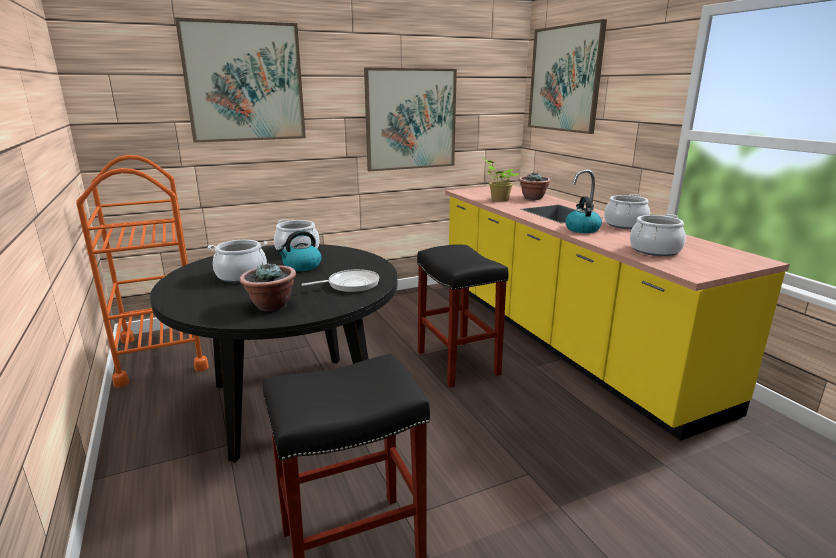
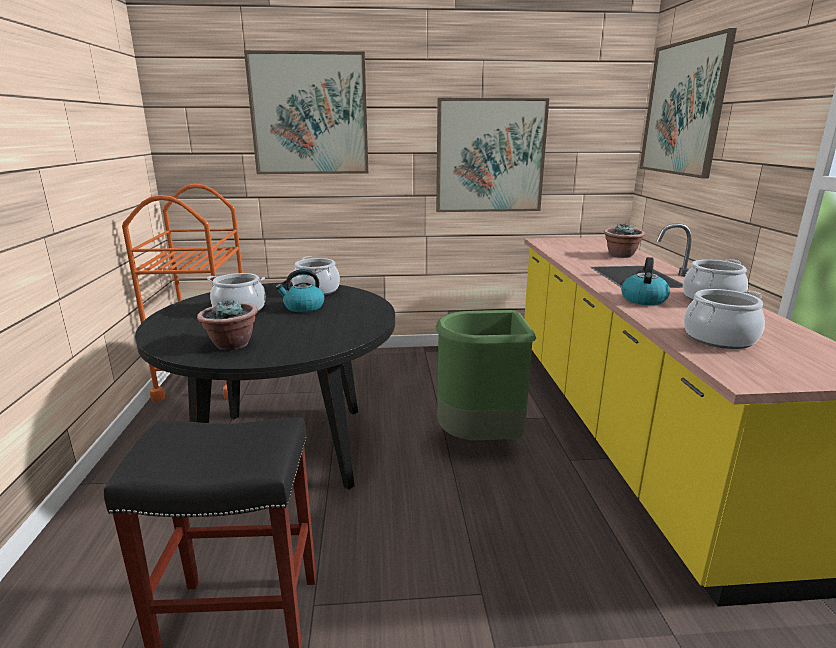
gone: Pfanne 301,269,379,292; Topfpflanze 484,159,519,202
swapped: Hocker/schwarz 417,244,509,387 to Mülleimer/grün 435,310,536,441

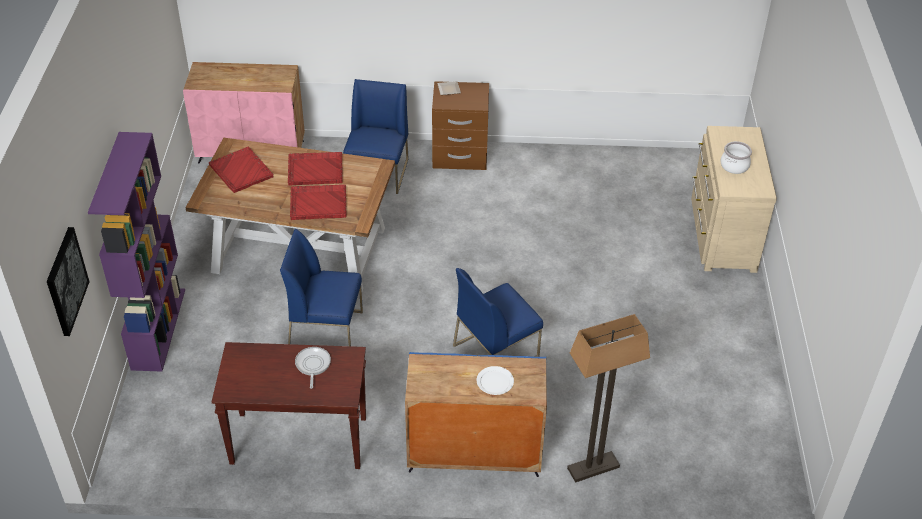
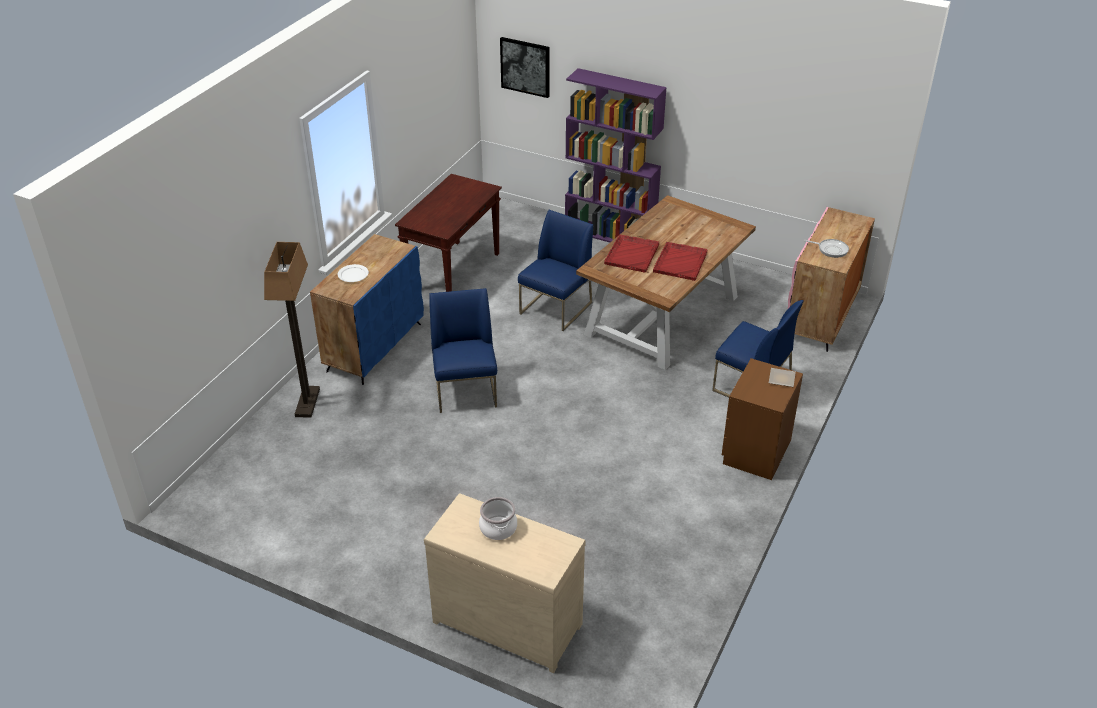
gone: Tablett/rot 209,147,274,193
shifted: Pfanne 295,347,331,389 to 803,239,849,258

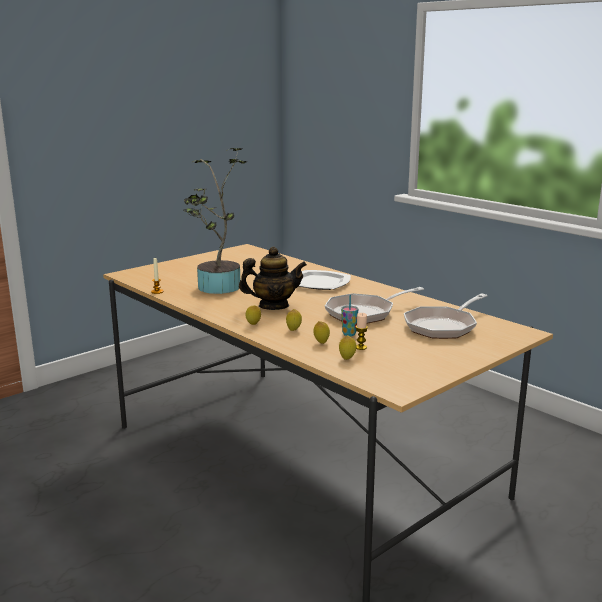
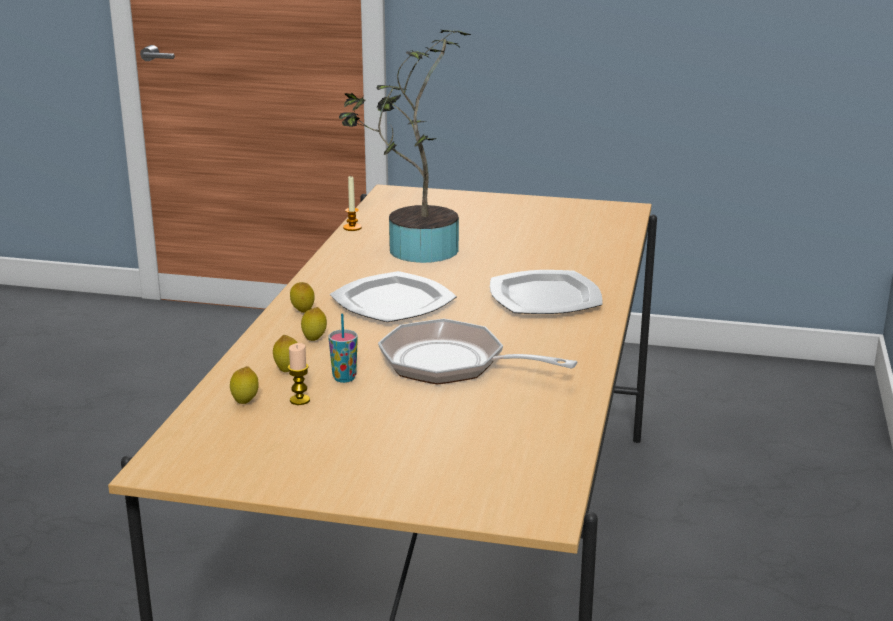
gone: Pfanne 404,294,488,339
swapped: Teekanne 239,247,307,310 to Teller 330,271,457,322

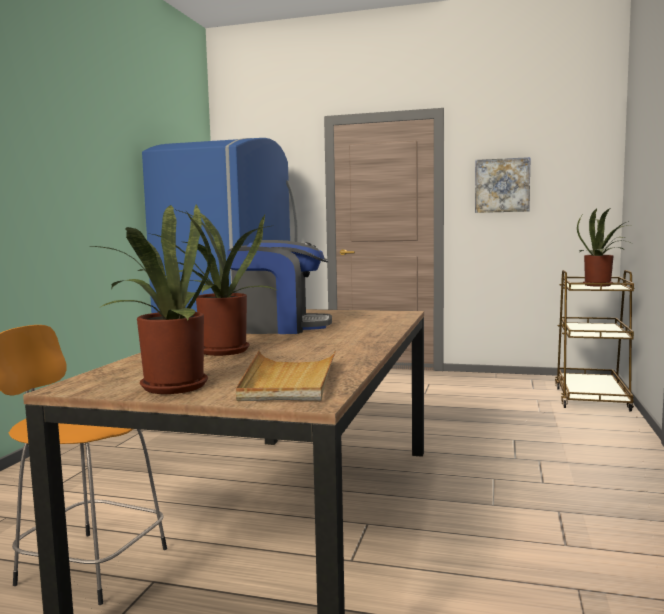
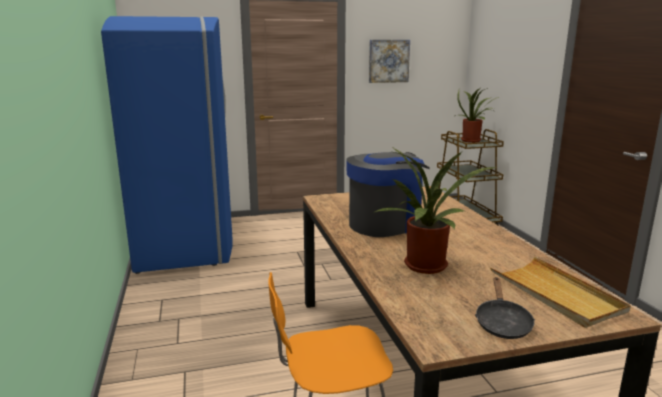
swapped: Topfpflanze 92,203,212,394 to Pfanne/schwarz 475,277,535,339

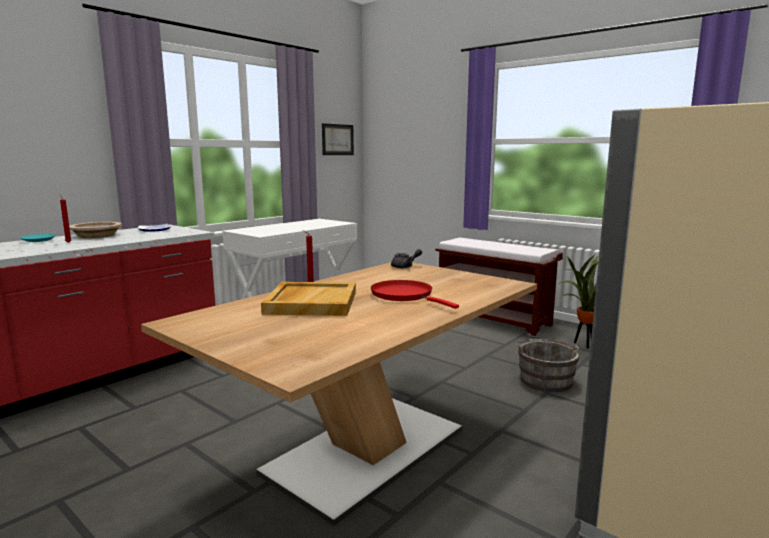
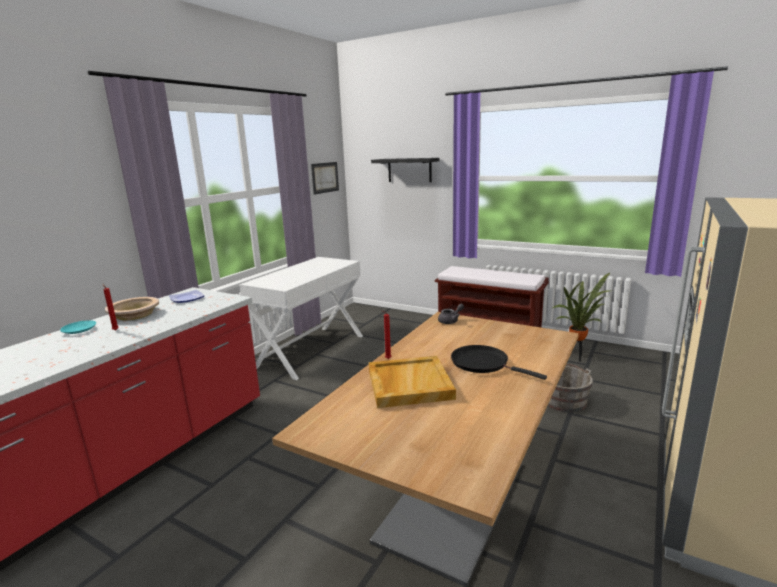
new: Wandregal/schwarz 371,158,439,182
repainted: Pfanne/rot 371,280,459,309 to Pfanne/schwarz 451,345,547,380

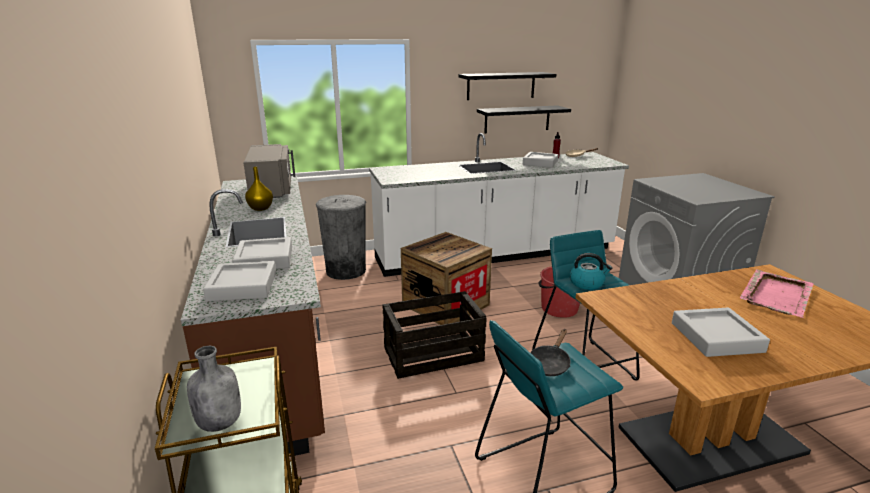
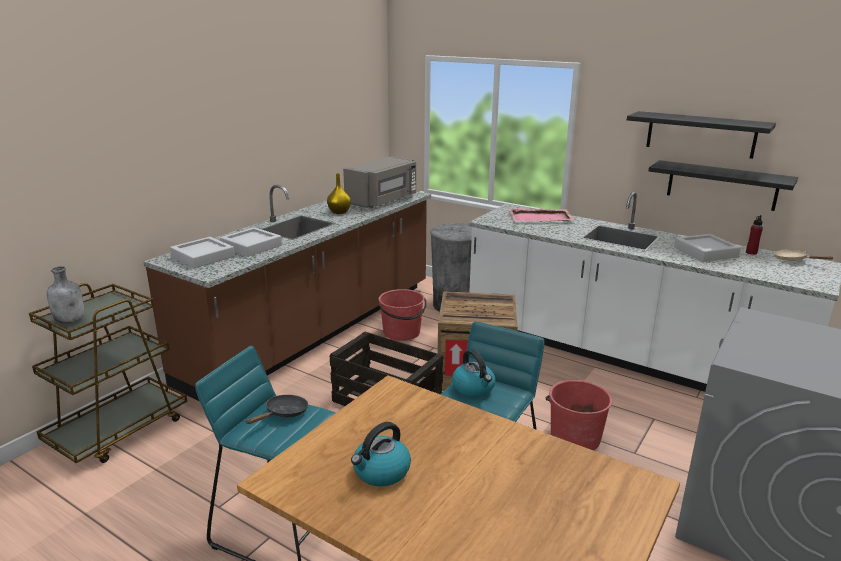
new: Eimer/rot 378,289,427,341
shifted: Tablett/rosa 740,269,814,318 to 509,208,574,222
swapped: Tablett/grau 672,308,770,357 to Wasserkessel 351,422,411,487
rotated: Pfanne/schwarz 530,329,571,376 = 246,395,308,424 135 degrees clockwise

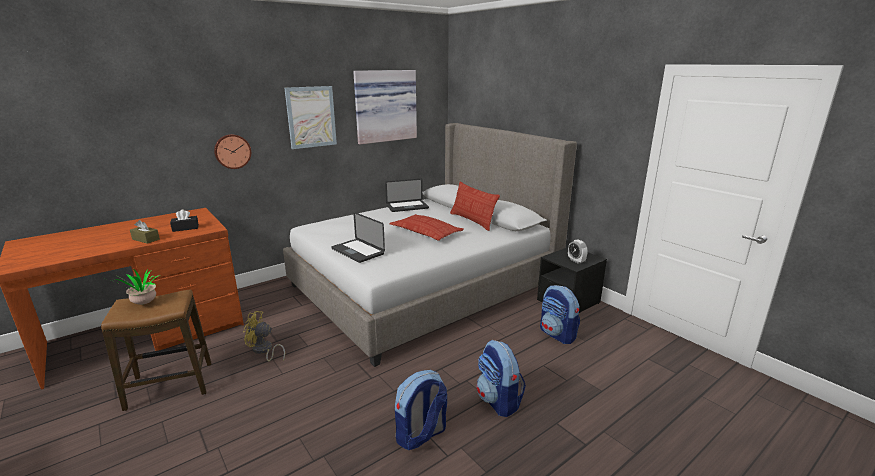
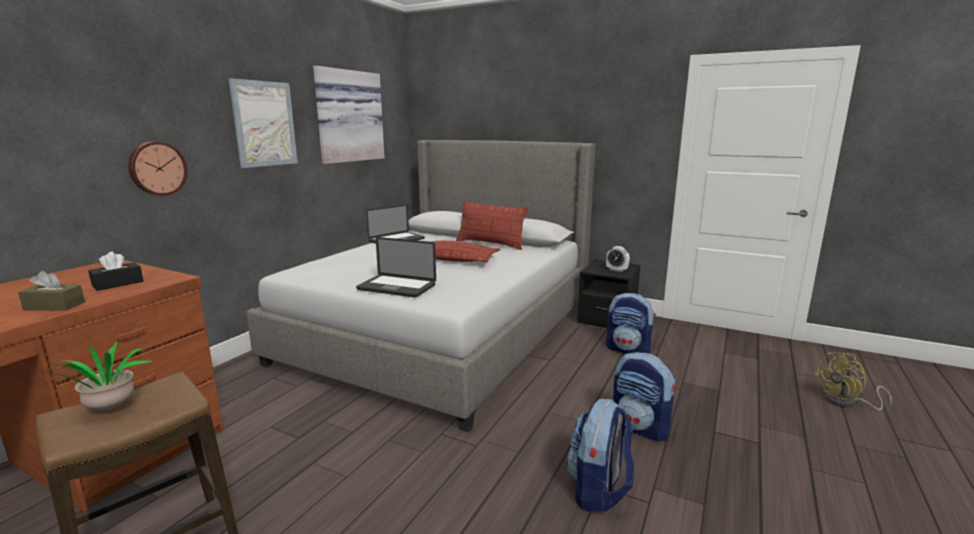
shifted: Ventilator/gelb 243,311,285,361 to 814,352,892,410

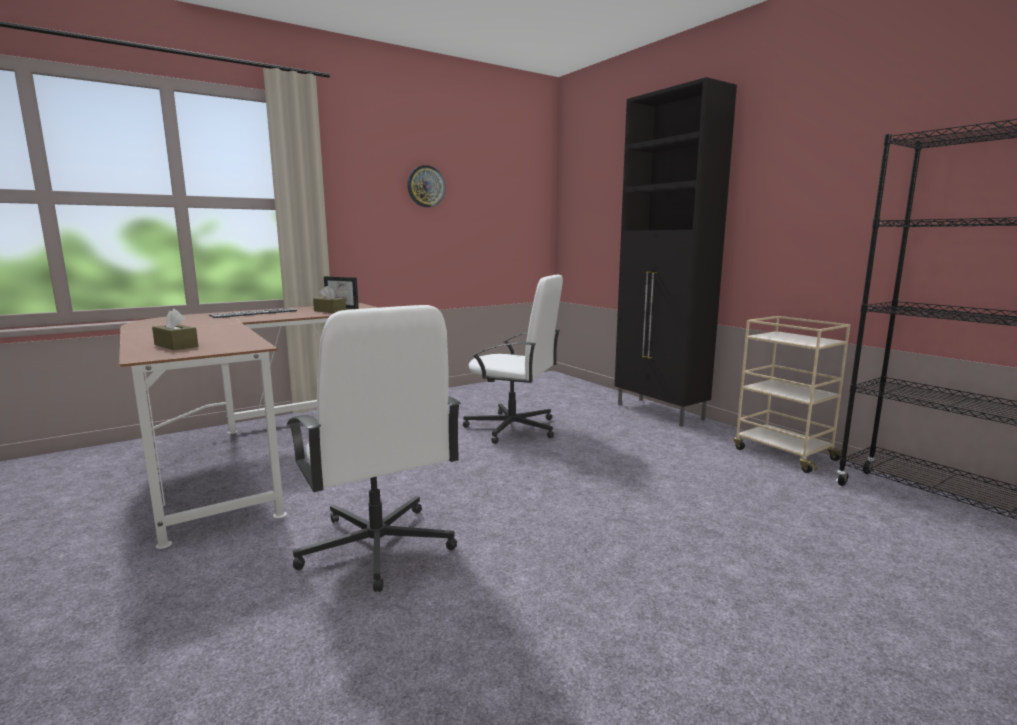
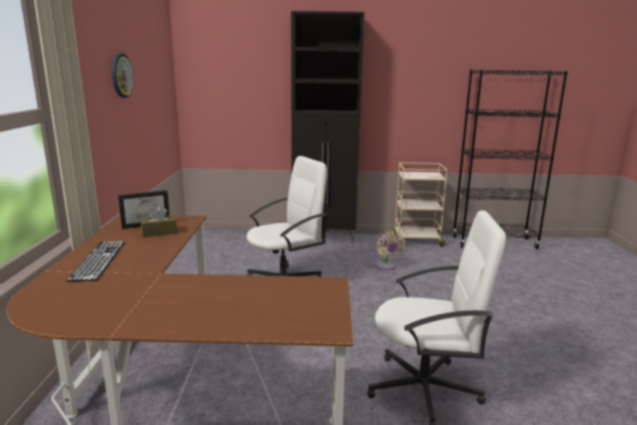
gone: Taschentuchbox/braun 152,308,198,350
new: Ventilator/beige 375,231,405,270

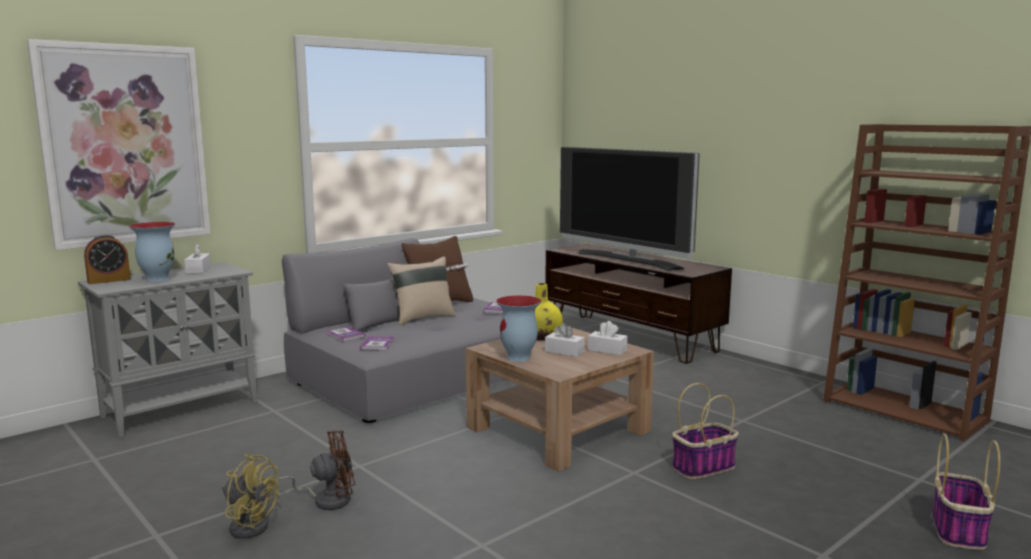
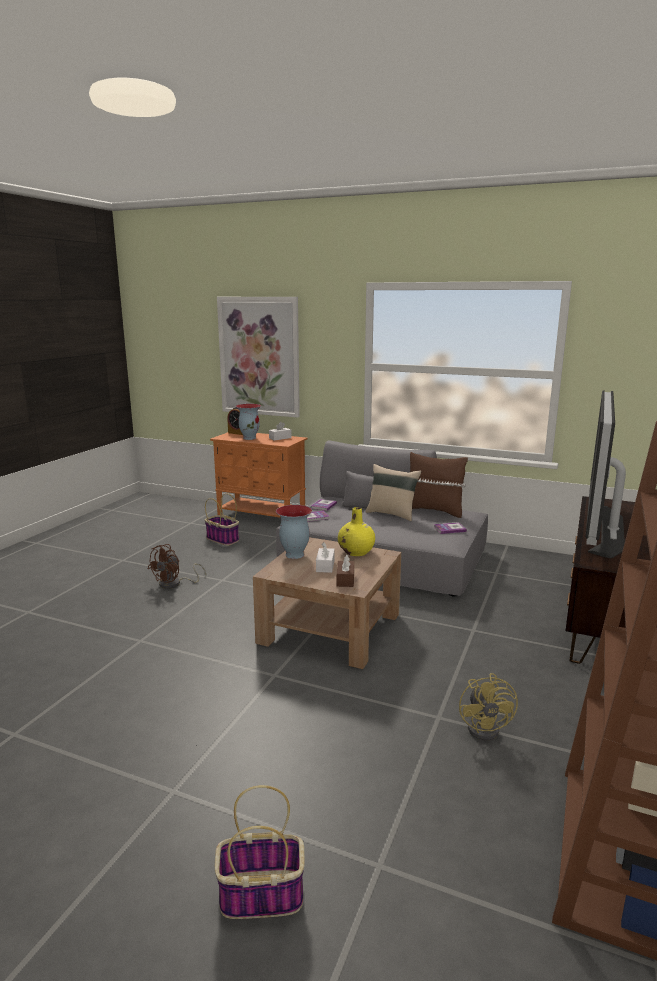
shifted: Ventilator/gelb 222,454,279,539 to 459,673,518,741; Korb 672,383,739,479 to 205,493,239,546
repainted: Schrank/grau 78,263,257,437 to Schrank/orange 210,432,308,518; Taschentuchbox/weiß 588,321,627,355 to Taschentuchbox/braun 337,555,354,587
rotated: Ventilator/braun 272,430,355,510 = 148,544,206,589 75 degrees clockwise

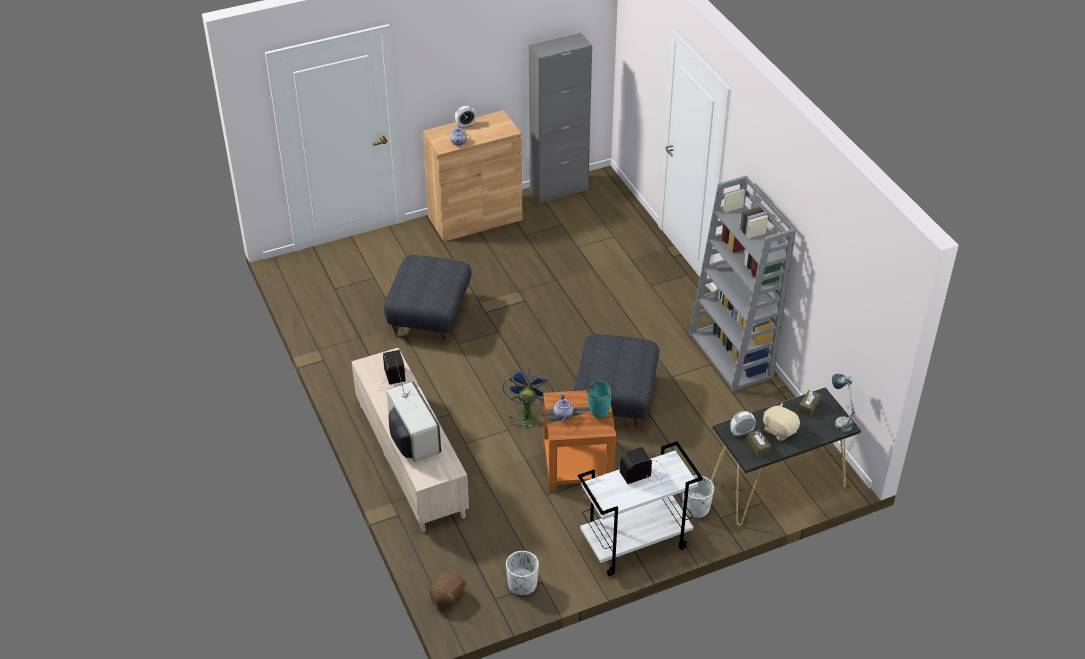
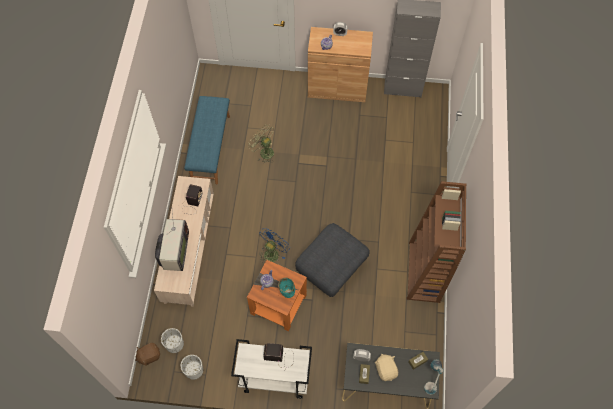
new: Bank/blau 184,96,230,184
shifted: Pflanzkübel/weiß 682,475,714,518 to 161,328,184,353
swapped: Polsterhocker/grau 384,255,472,345 to Ventilator/grün 248,125,274,163
repainted: Bücherregal/grau 689,176,796,392 to Bücherregal/braun 406,181,466,303

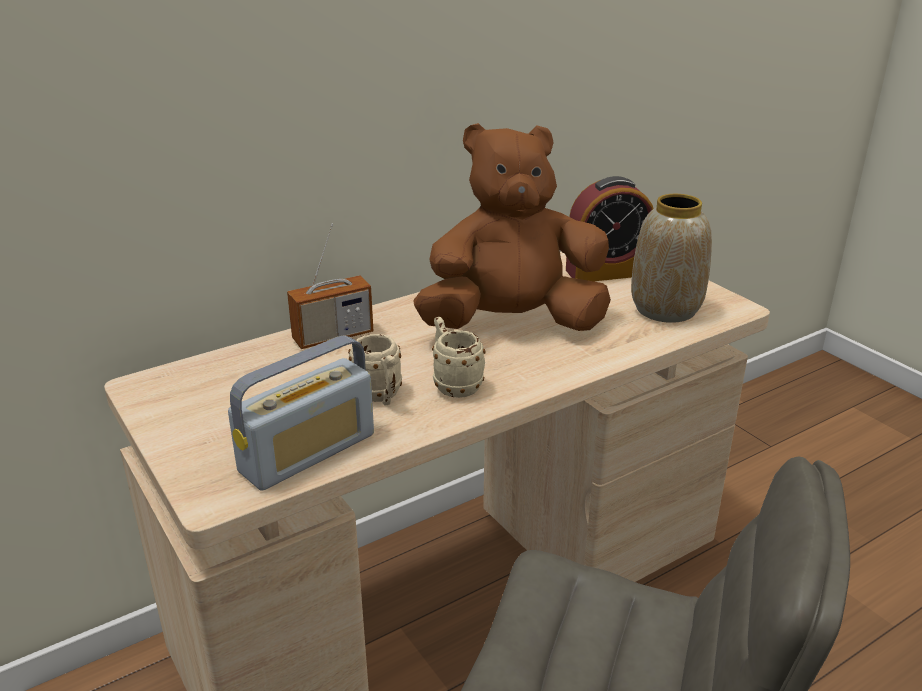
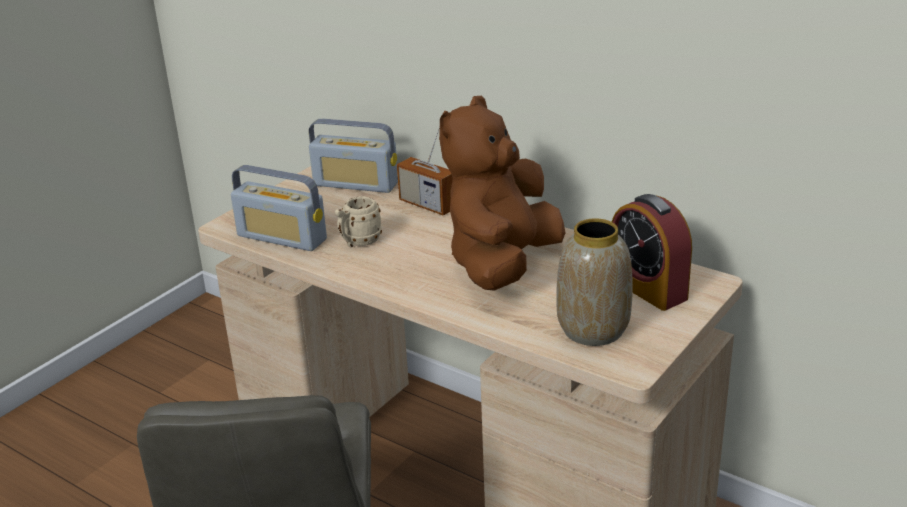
gone: Henkelbecher/beige 432,317,486,398
new: Radio 309,119,398,193
rotated: Plüschtier/braun 413,123,611,331 = 439,96,565,291 120 degrees counterclockwise

